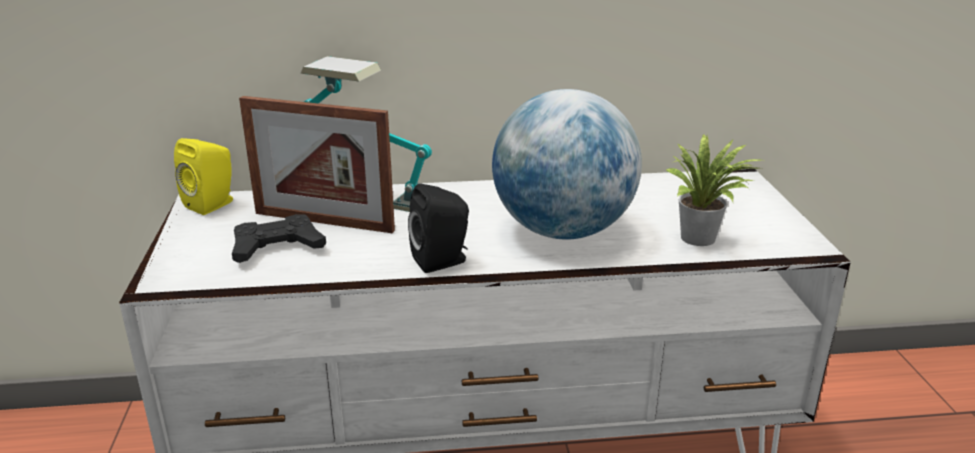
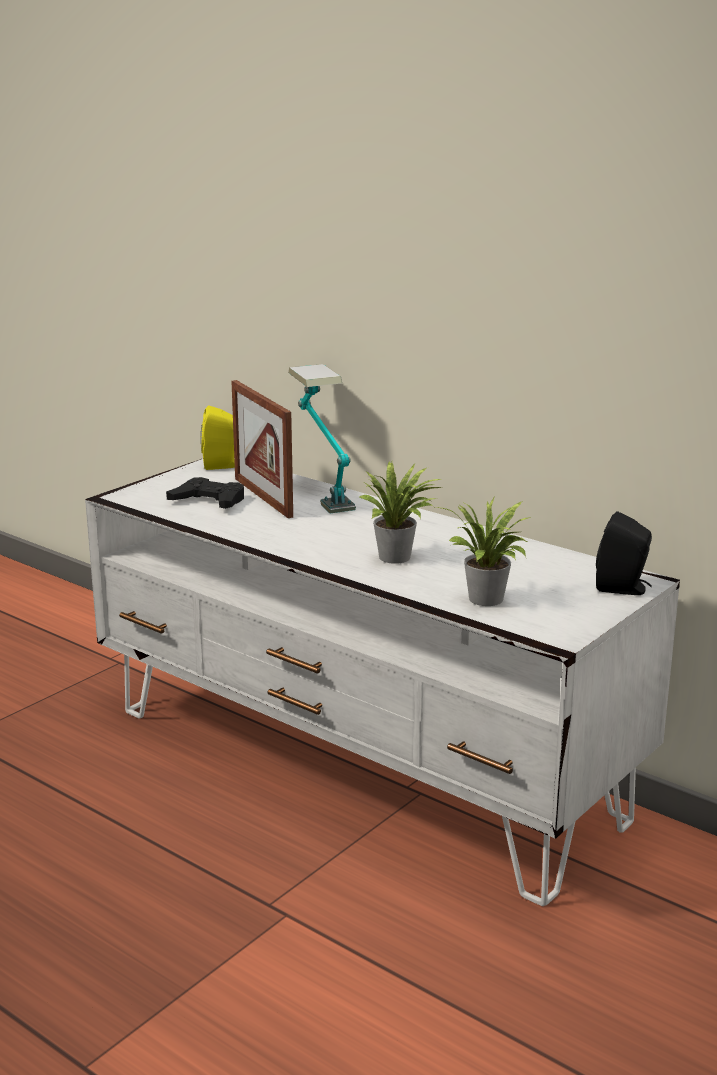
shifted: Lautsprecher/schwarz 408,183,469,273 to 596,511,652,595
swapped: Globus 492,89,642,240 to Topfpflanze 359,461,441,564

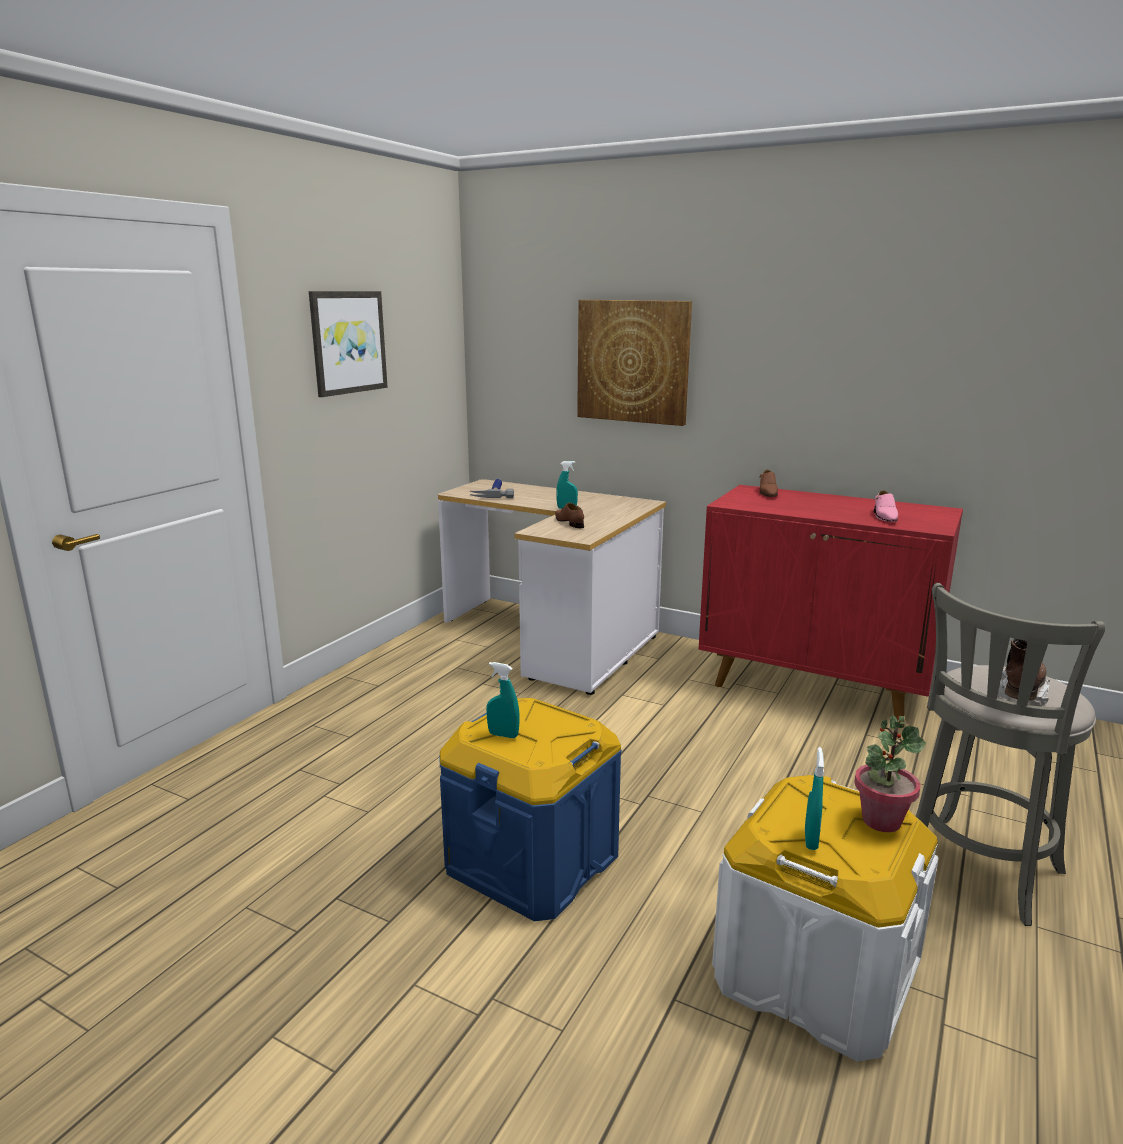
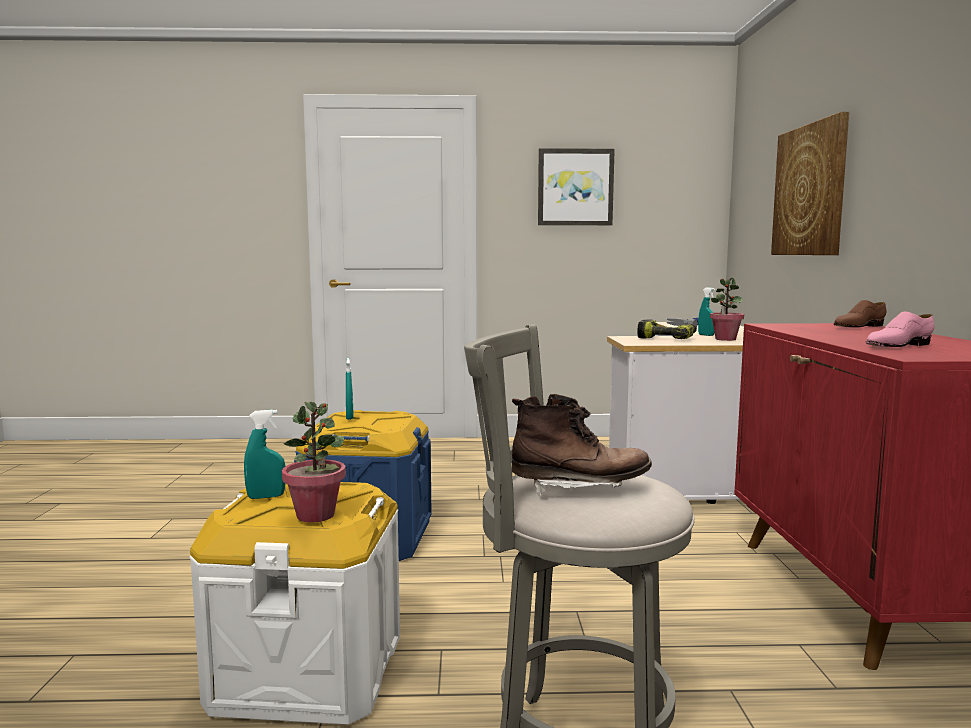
new: Topfpflanze 710,278,744,341
swapped: Schuh/braun 555,503,584,528 to Bohrmaschine 637,319,697,339

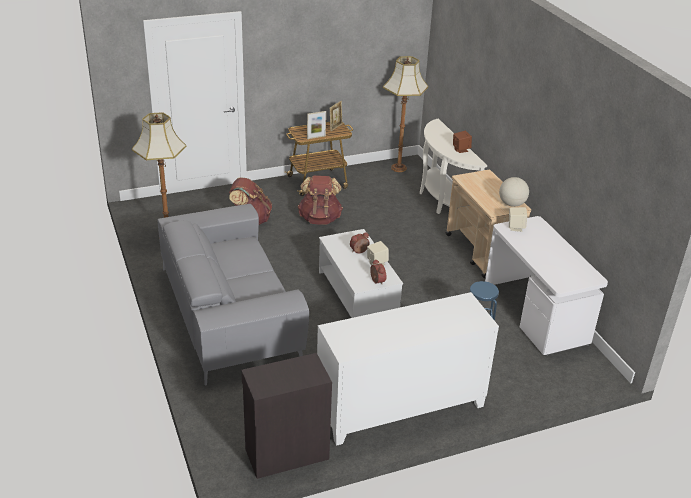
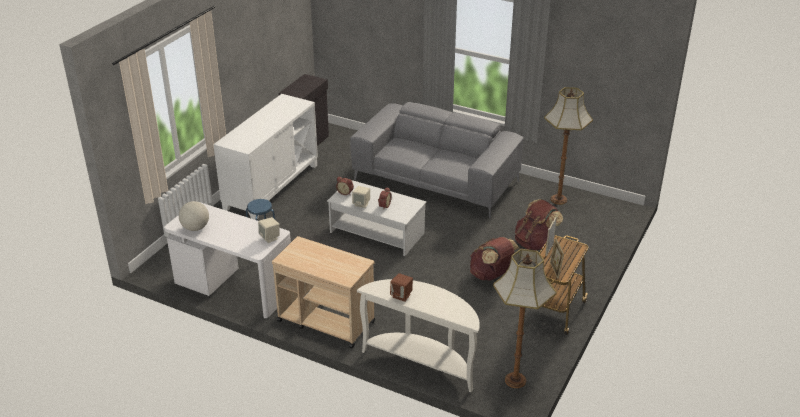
shifted: Globus 499,177,529,207 to 179,201,209,231

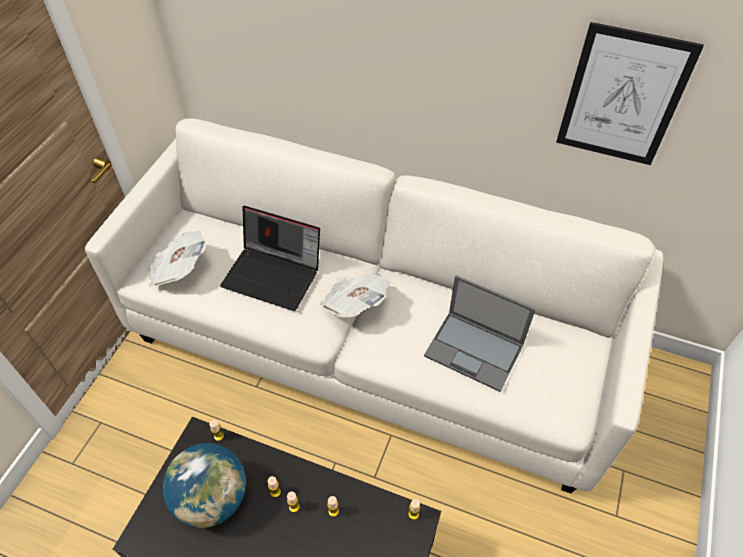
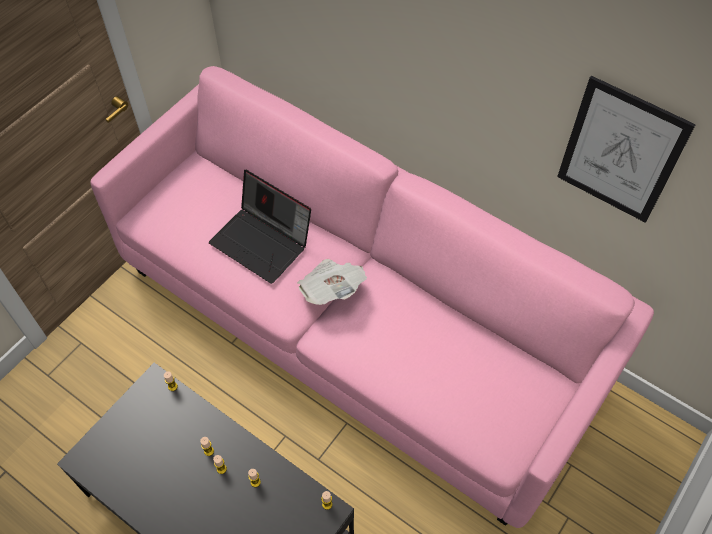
gone: Zeitung 148,230,206,286; Globus 163,443,246,528; Laptop 424,275,536,392
repainted: Sofa/weiß 85,119,664,494 to Sofa/rosa 90,66,654,528

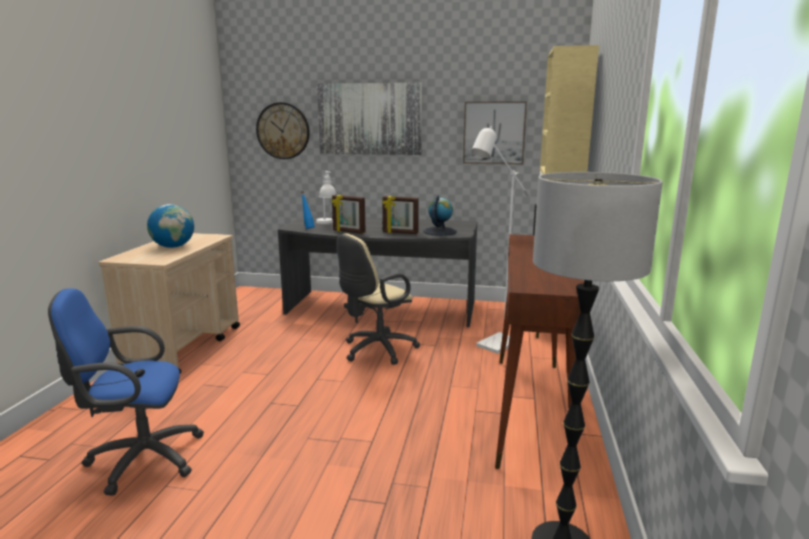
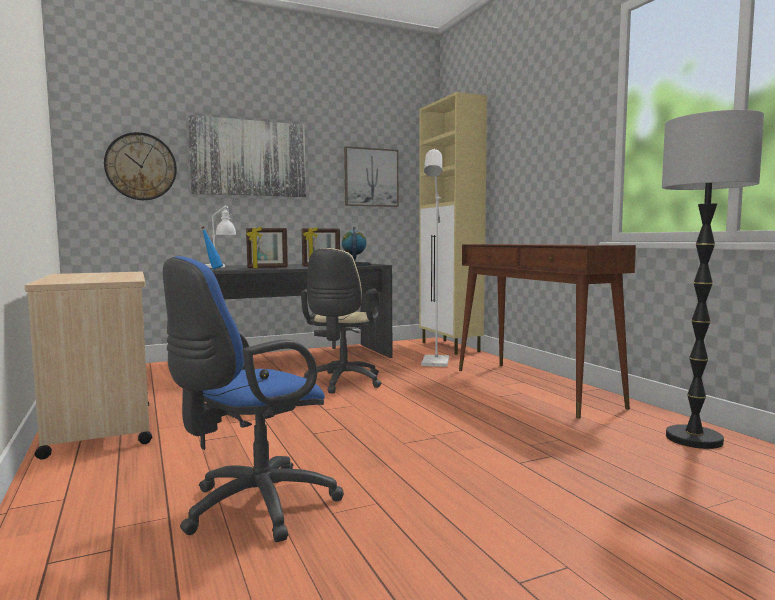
gone: Globus 147,204,194,248

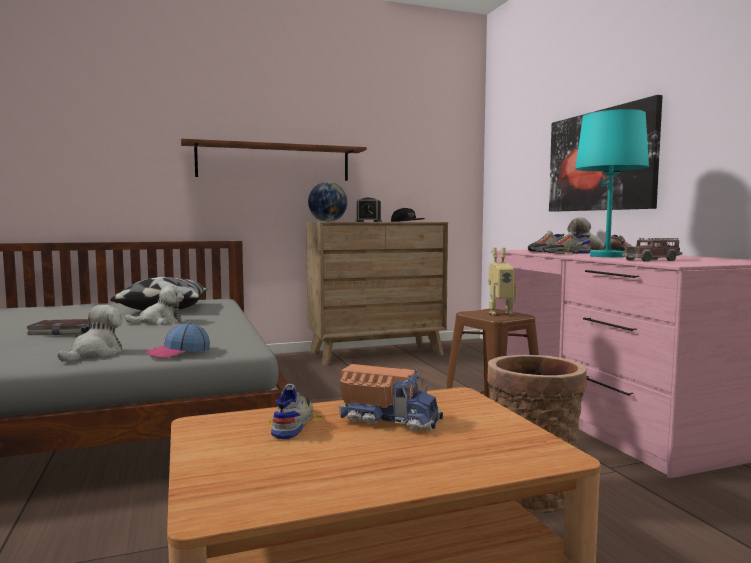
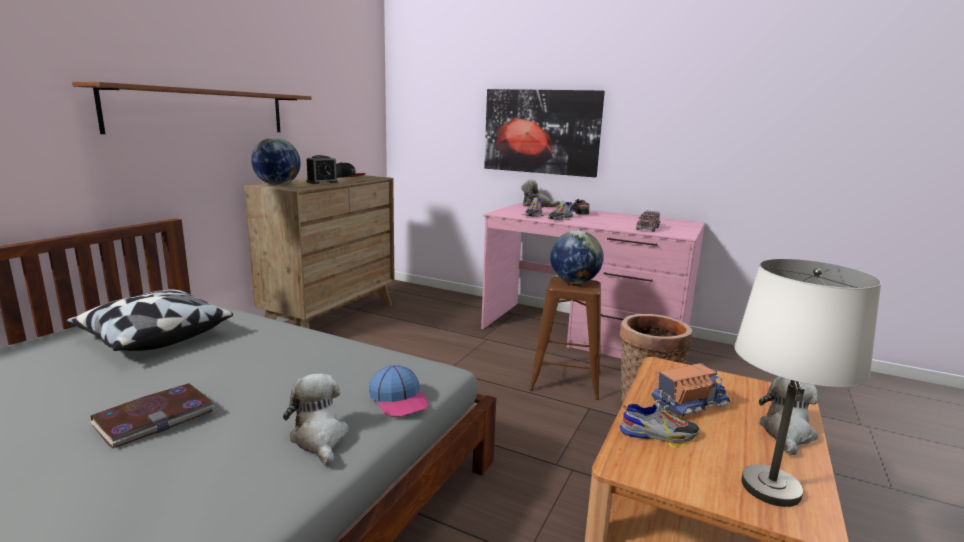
gone: Tischlampe/türkis 575,109,649,257
new: Tischlampe/weiß 734,259,881,507
shifted: Plüschtier 125,285,184,325 to 759,376,819,456
swapped: Spielzeugroboter 488,248,517,315 to Globus 550,230,604,284
rotated: Kappe 145,322,210,358 = 369,365,429,417 45 degrees counterclockwise; Schuh 269,384,322,439 = 620,403,699,448 135 degrees clockwise

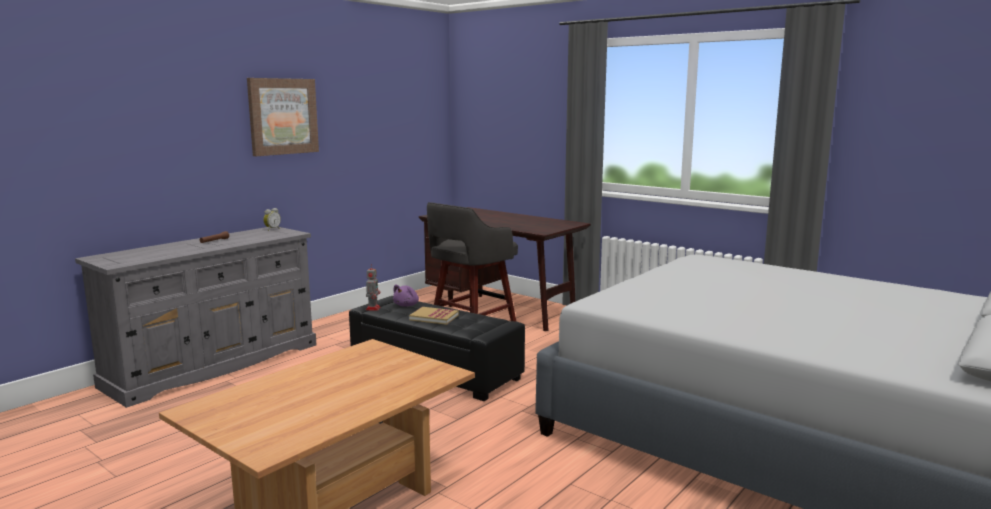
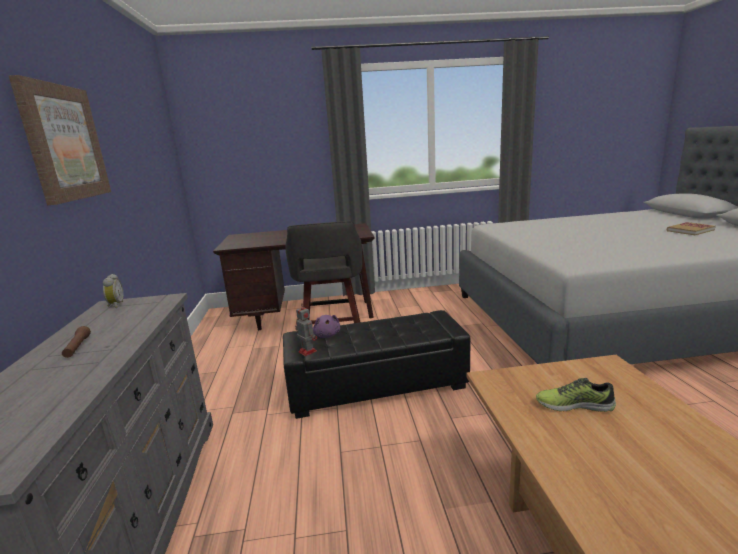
new: Schuh 536,378,616,412
shifted: Buch 409,307,459,325 to 666,222,716,235

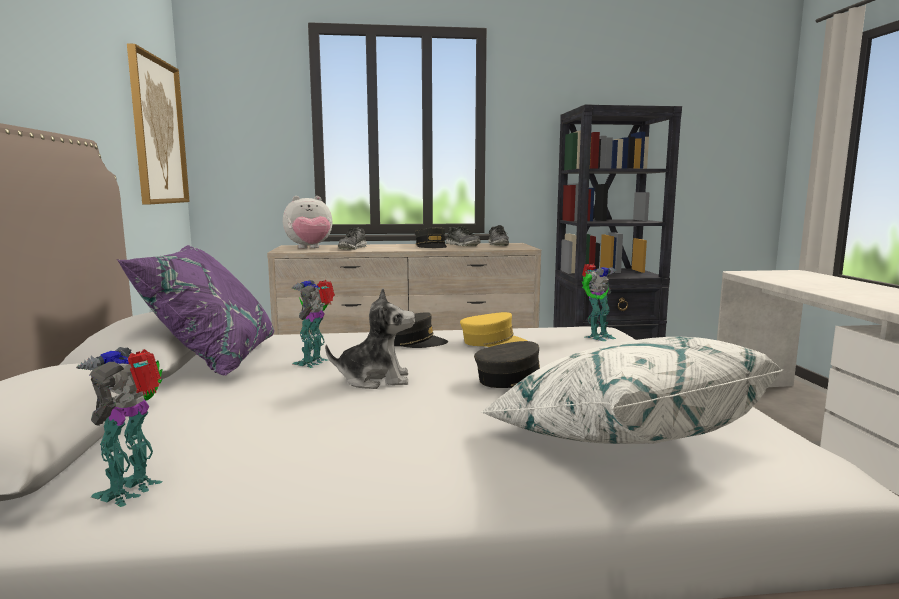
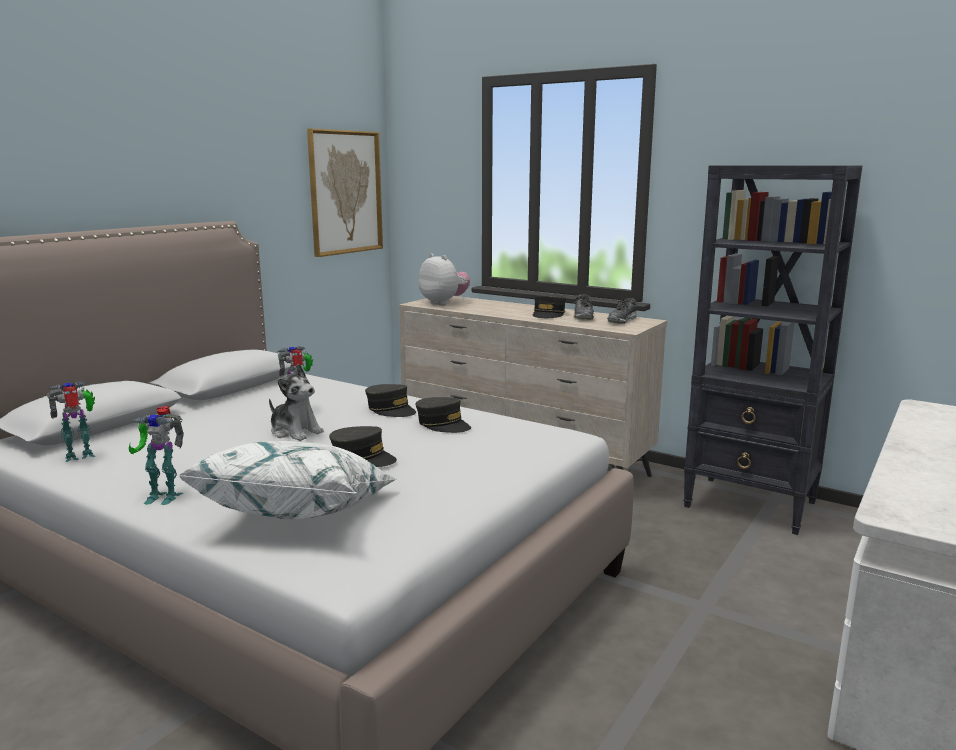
gone: Kissen/lila 117,245,274,376; Schuh 338,228,367,250
shifted: Spielzeugroboter 582,264,617,341 to 129,405,184,505
repainted: Kappe/gelb 460,312,527,347 to Kappe/grau 416,397,471,433
rotated: Plüschtier 283,196,332,249 = 419,253,470,305 150 degrees counterclockwise

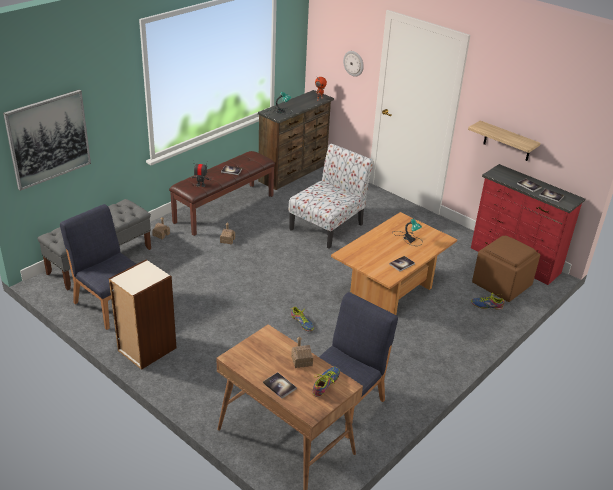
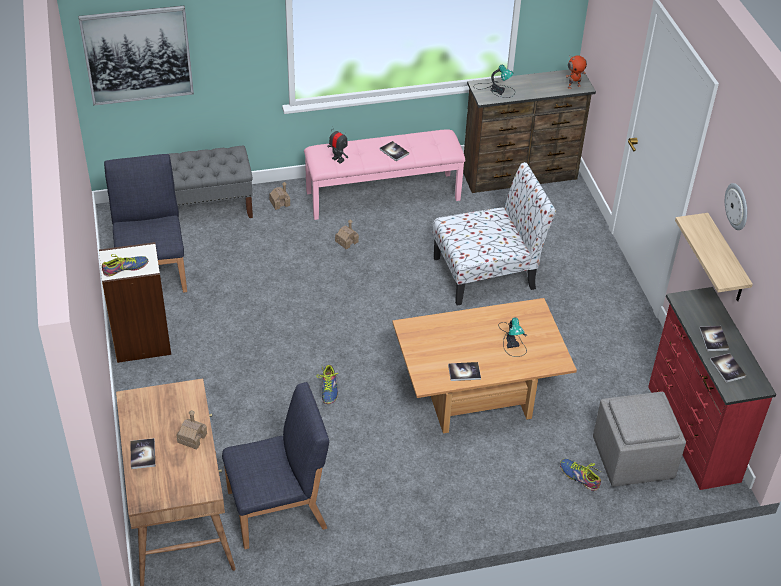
shifted: Schuh 312,367,340,397 to 102,254,148,277; Wanduhr 343,51,364,77 to 725,183,747,230
repainted: Bank/braun 169,151,275,236 to Bank/rosa 304,129,465,220; Polsterhocker/braun 472,236,540,302 to Polsterhocker/grau 593,392,686,487

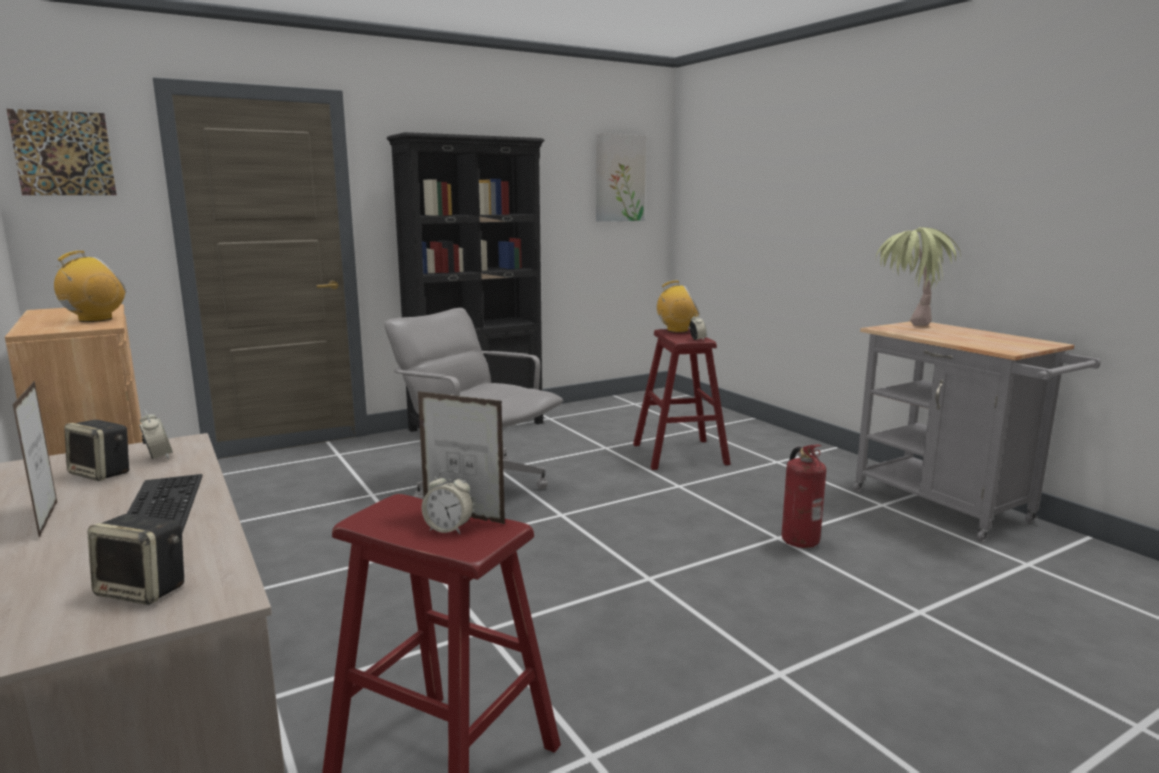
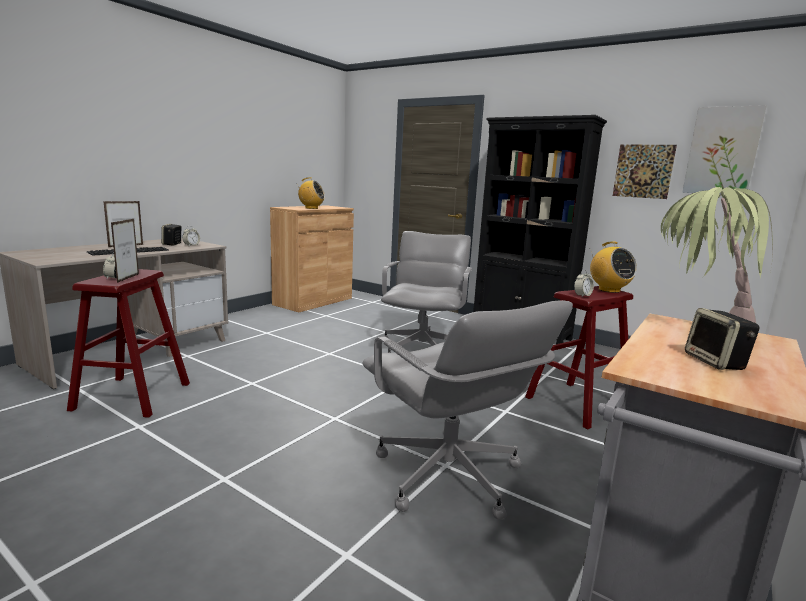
shifted: Bild 7,109,117,195 to 613,144,677,199; Lautsprecher 88,514,184,605 to 685,308,760,370
swapped: Feuerlöscher 782,444,826,548 to Bürostuhl/grau 362,300,573,520

